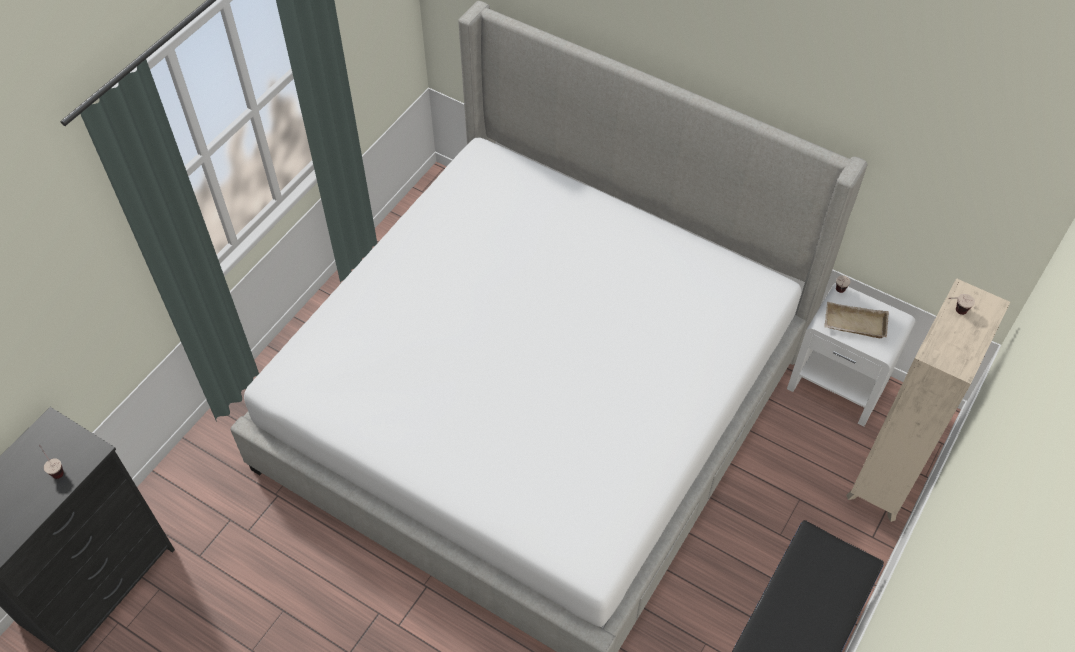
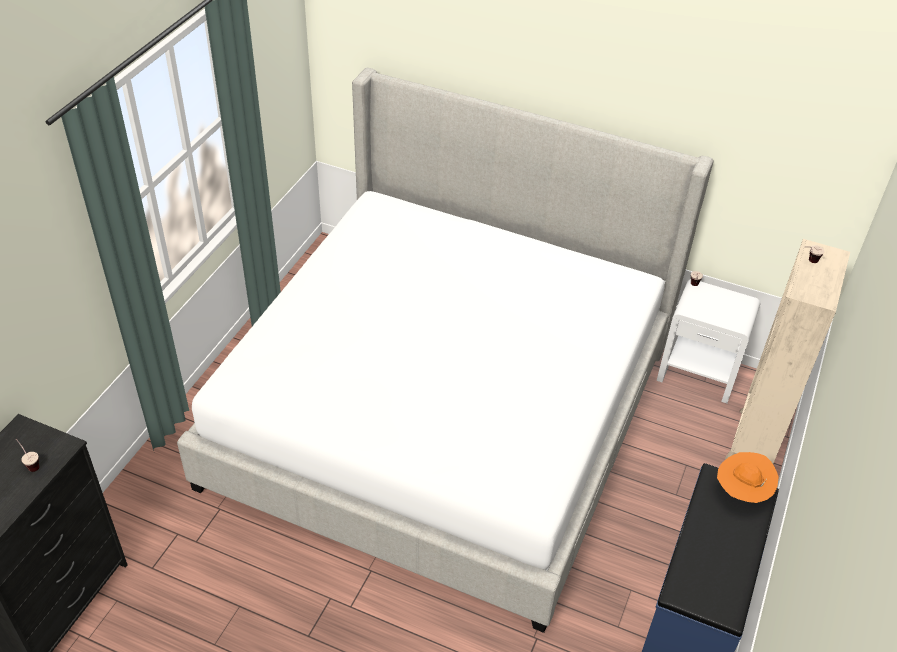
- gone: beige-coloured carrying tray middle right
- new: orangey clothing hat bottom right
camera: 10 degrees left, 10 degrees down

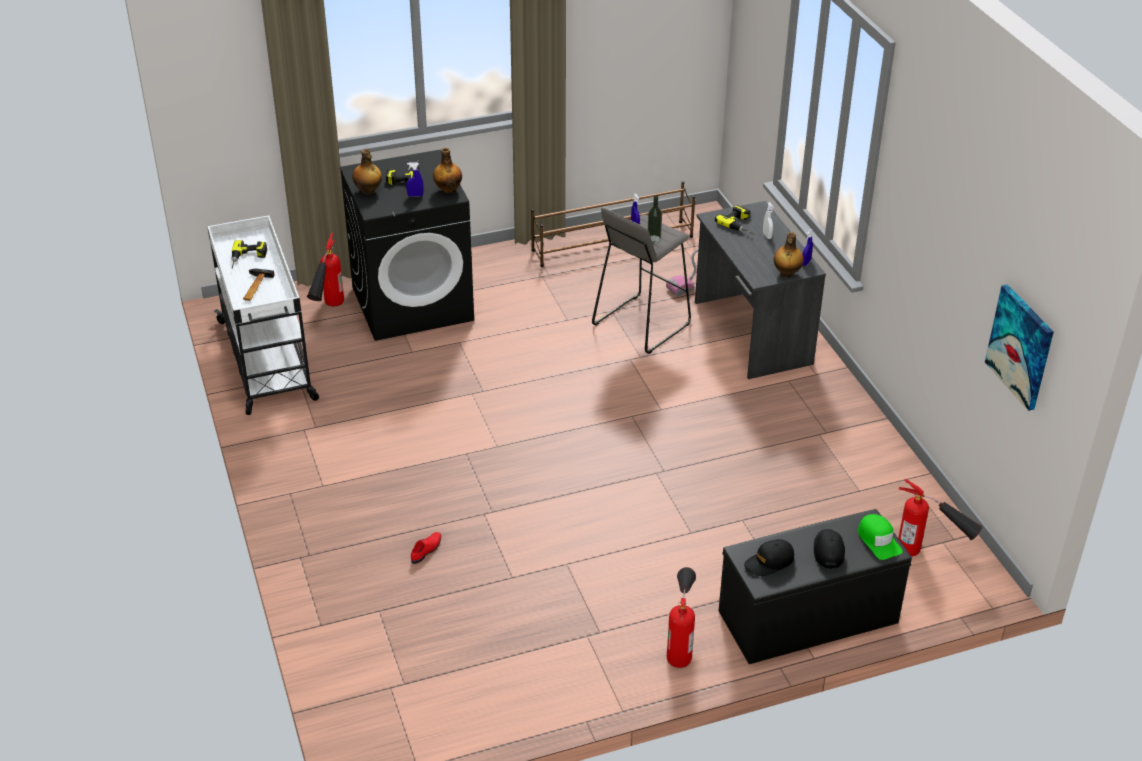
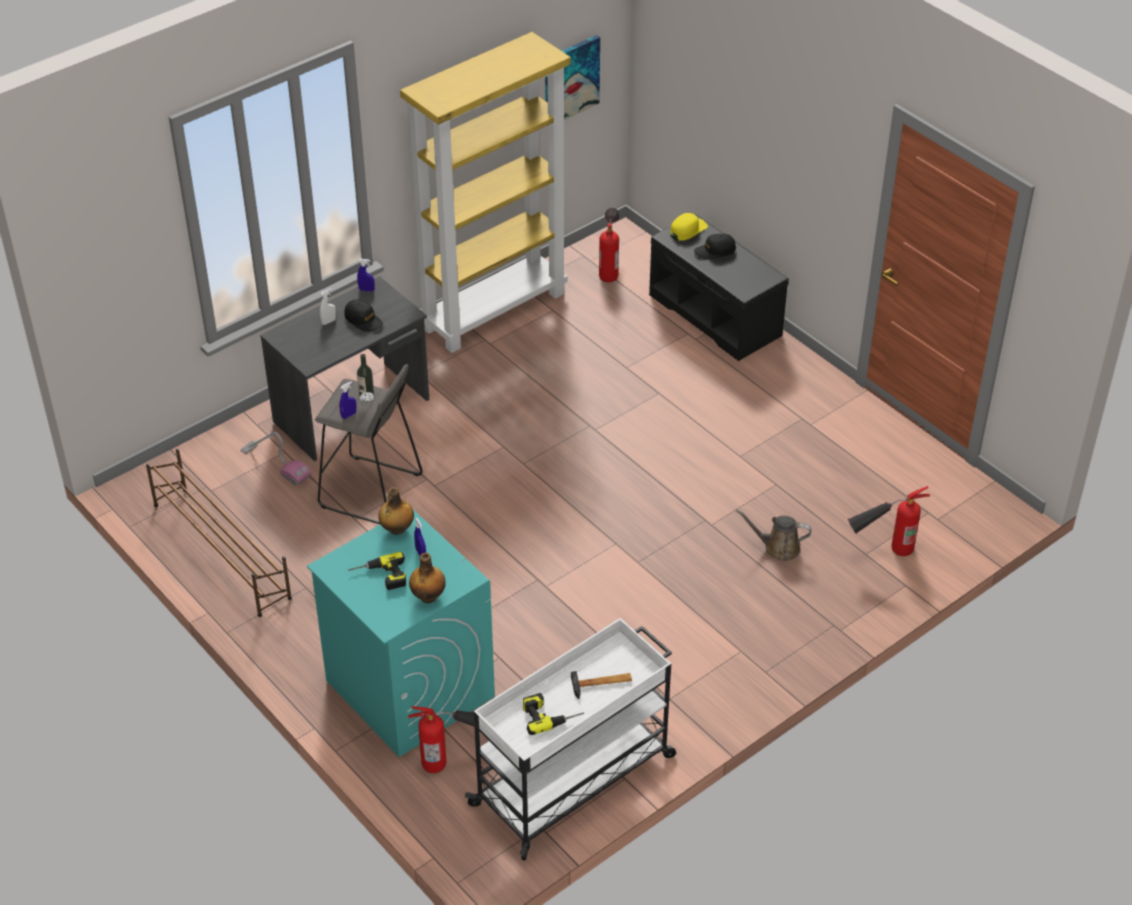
- repainted: blackish laundry appliance top centre to blue-green laundry appliance bottom centre
- gone: power drill (no. 3 from left) top centre
- gone: beverage bottle (no. 4 from left) middle right
- repainted: green-coloured peaked cap bottom right to yellow peaked cap top centre
- swapped: red low shoe bottom centre to brown-coloured watering pot middle right
- shifted: blackish peaked cap (no. 1 from left) bottom right to middle left
- shifted: fire extinguisher (no. 2 from left in the first image) bottom centre to fire extinguisher (no. 3 from left) middle right
- new: yellow bookshelf top centre
camera: 110 degrees left, 5 degrees up

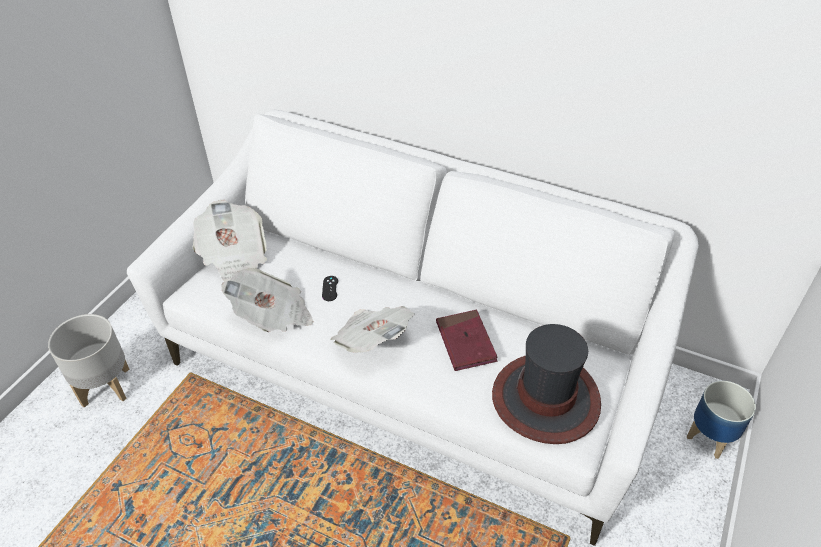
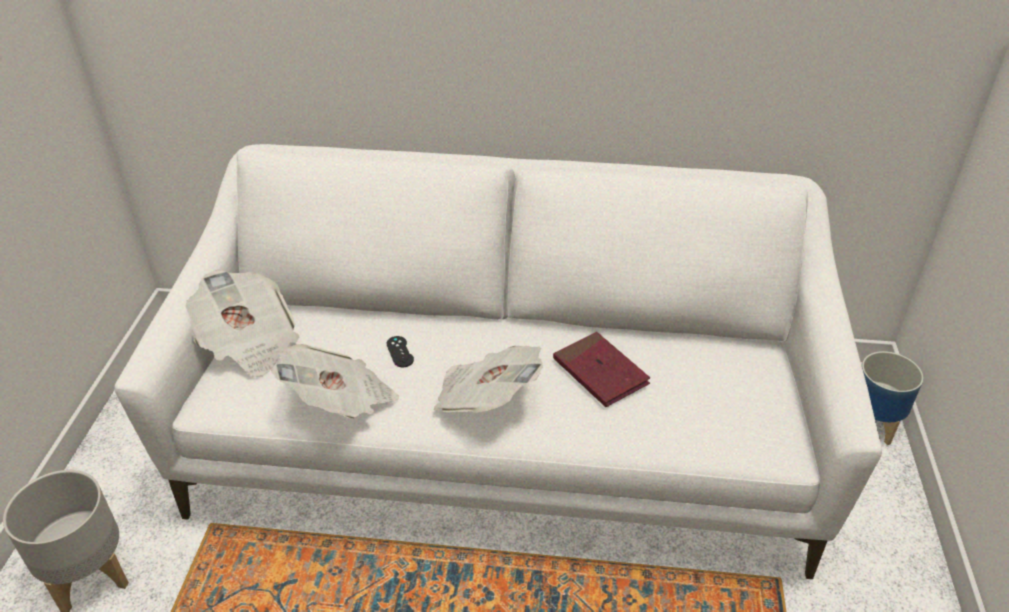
- gone: clothing hat bottom centre
camera: 20 degrees left, 5 degrees down

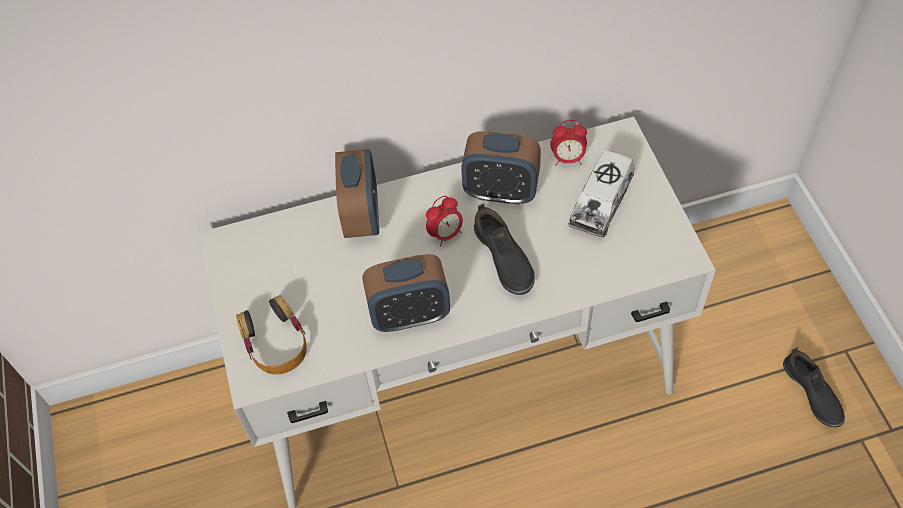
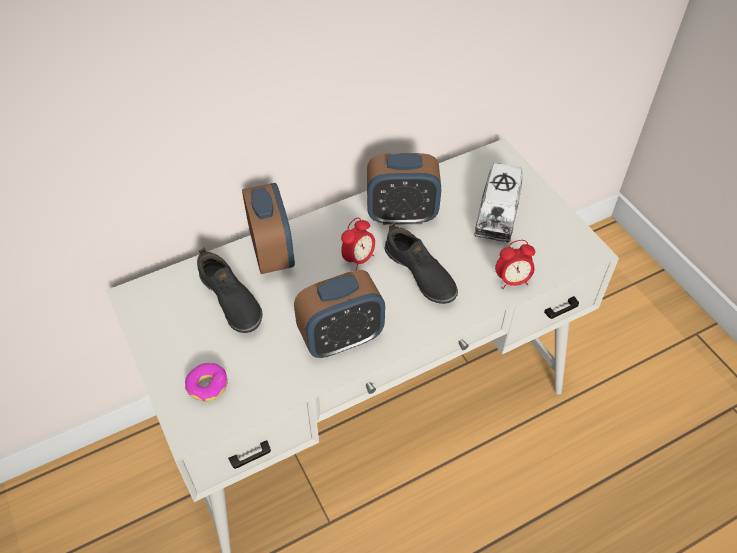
- shifted: bedside clock (no. 5 from left) top centre to middle right
- swapped: headset middle left to donut bottom left
- shifted: blackish low shoe (no. 2 from left in the first image) bottom right to blackish low shoe (no. 1 from left) middle left
camera: 15 degrees left, 5 degrees down

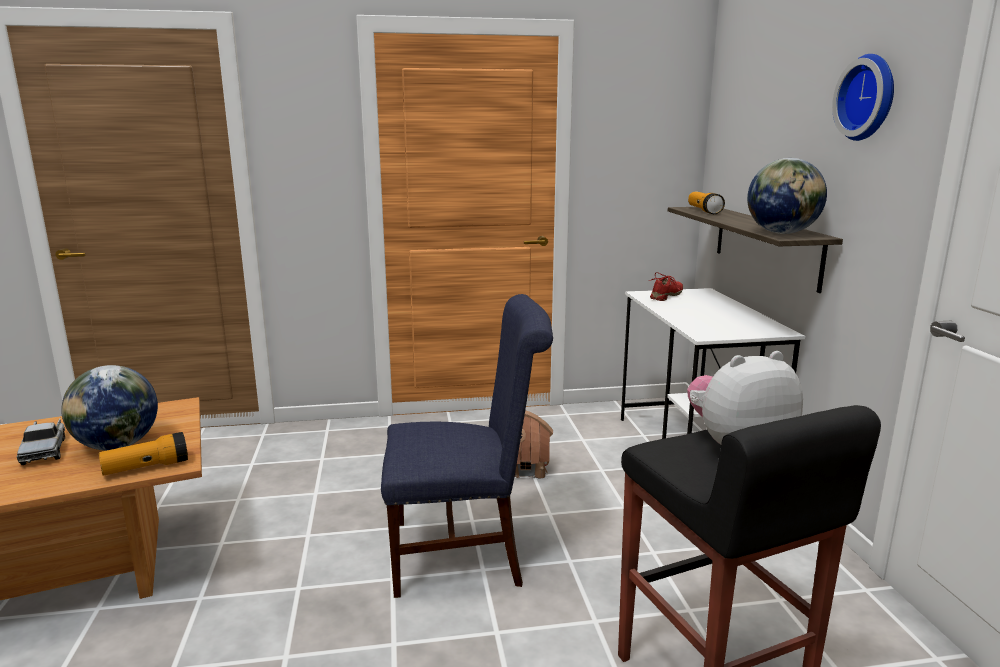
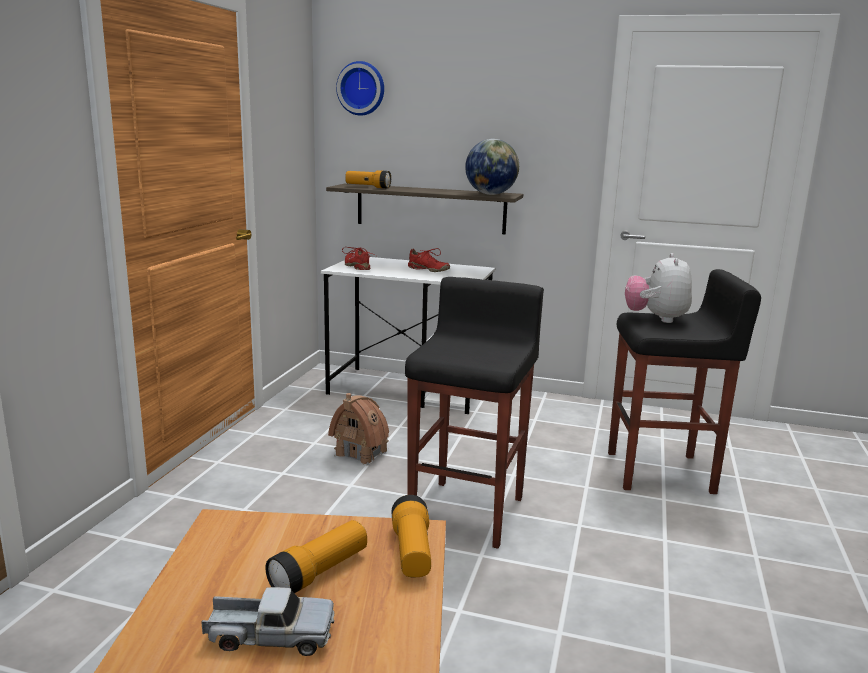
- shifted: hanging clock top right to top centre
- swapped: blue-coloured plain chair bottom centre to blackish sitting stool (no. 1 from left) centre
- swapped: desk globe (no. 1 from left) middle left to torch (no. 1 from left) bottom centre
- new: red low shoe (no. 2 from left) centre
camera: 65 degrees left, 0 degrees up

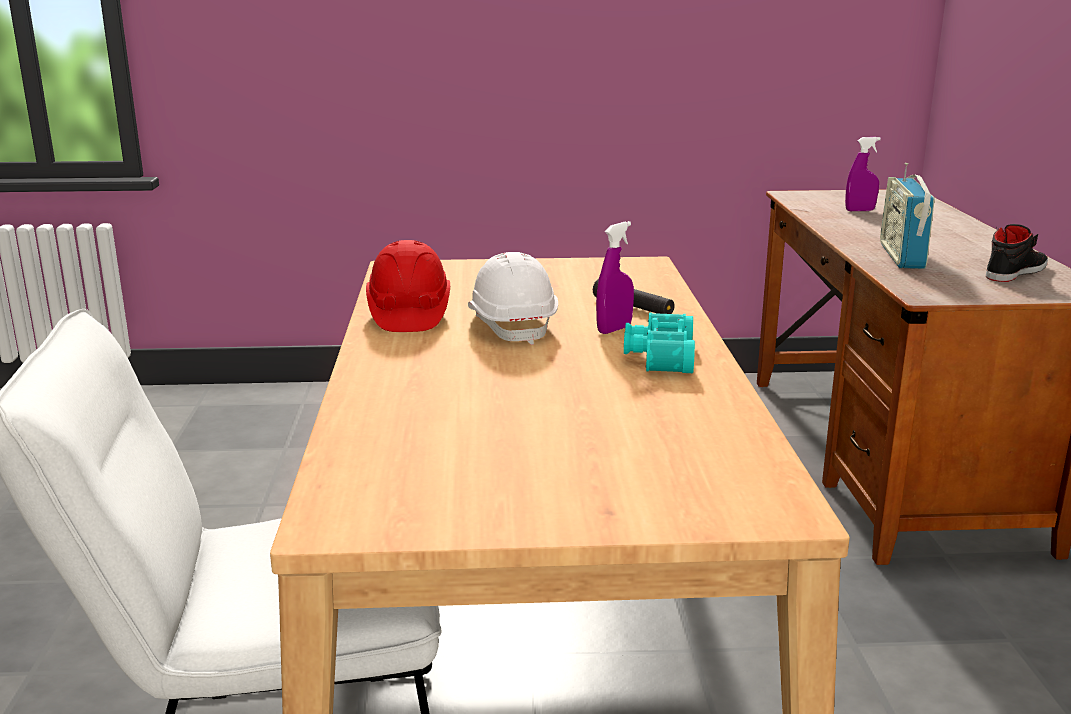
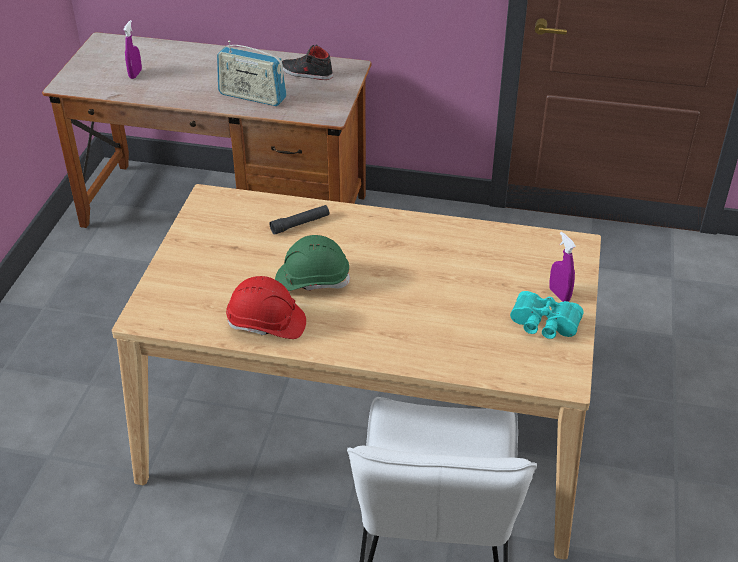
- shifted: purplish sprayer (no. 1 from left in the first image) centre to purplish sprayer (no. 2 from left) middle right
- rotated: blackish low shoe middle right = top centre 45 degrees counterclockwise
- repainted: white safety helmet centre to green-coloured safety helmet centre
- shifted: blue-green field glasses centre to middle right
camera: 75 degrees left, 20 degrees up

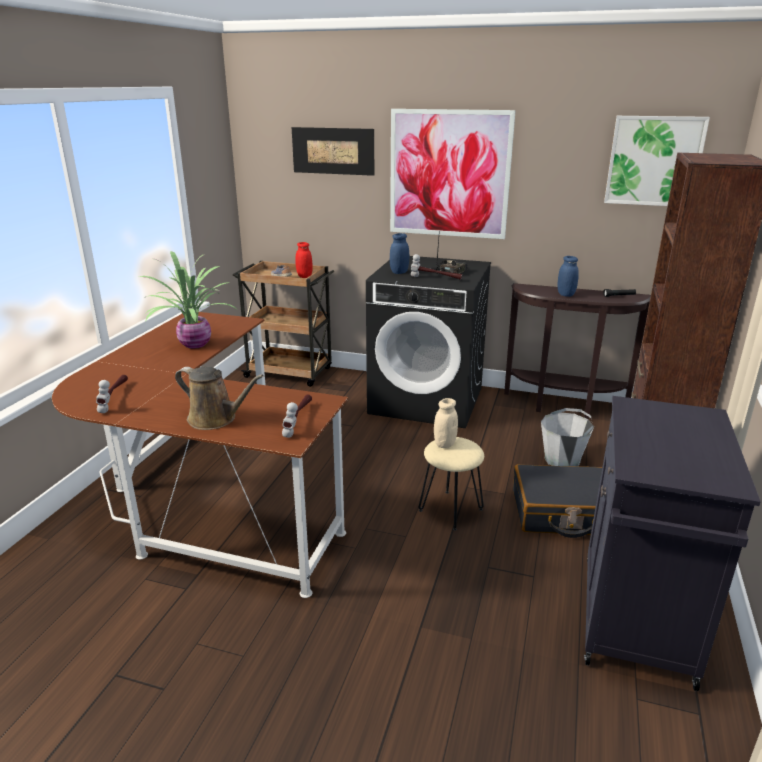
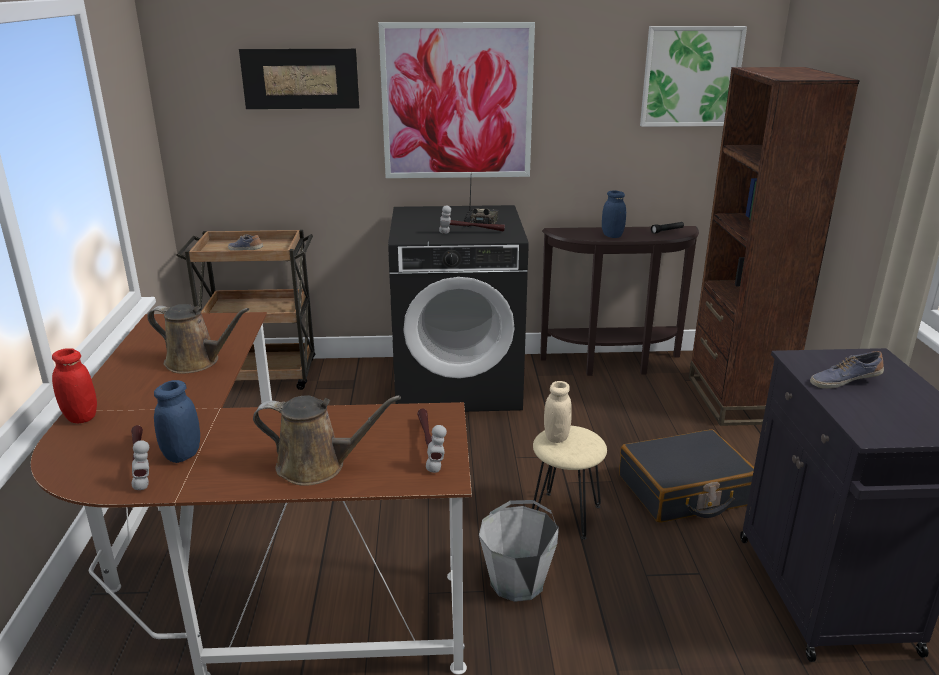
- shifted: blue-coloured jar (no. 1 from left) top centre to middle left
- shifted: red jar centre to middle left
- swapped: plant in a pot middle left to brown-coloured watering pot (no. 1 from left) middle left
- shifted: greyish bucket middle right to bottom centre
- new: low shoe (no. 2 from left) middle right
camera: 20 degrees left, 0 degrees up

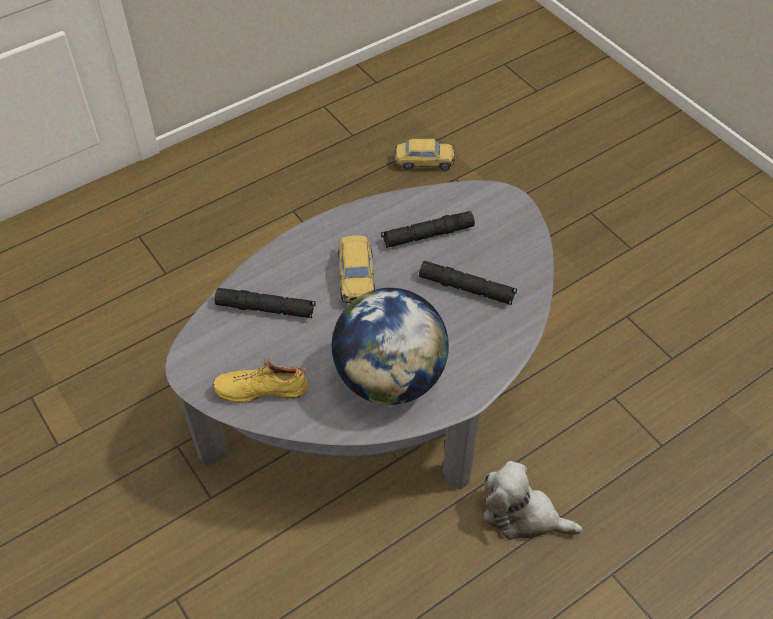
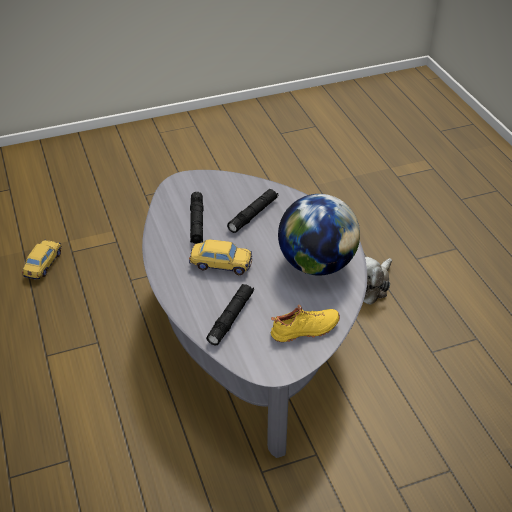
- rotated: yellow low shoe centre = centre 120 degrees counterclockwise
camera: 75 degrees left, 10 degrees down

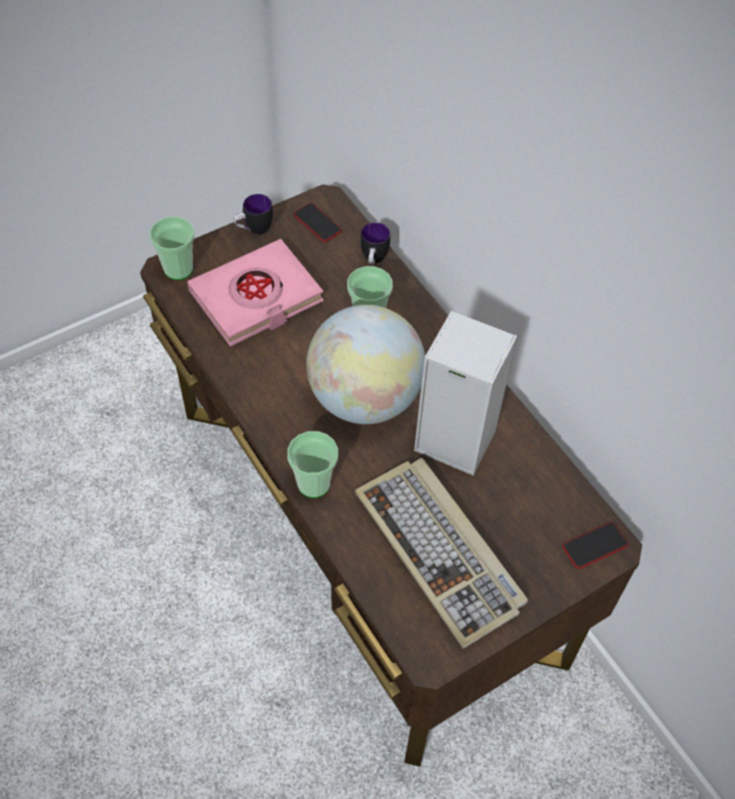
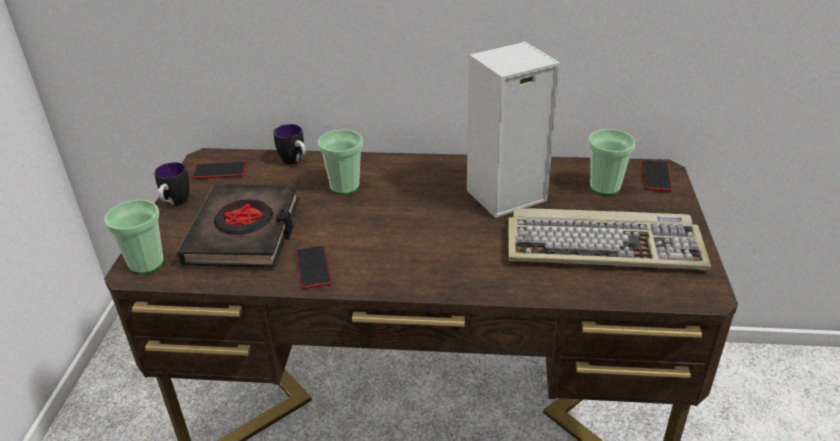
- repainted: pink bound book centre to blackish bound book middle left
- gone: desk globe centre
- shifted: small cup (no. 2 from left in the first image) centre to small cup (no. 3 from left) middle right
- new: telephone (no. 2 from left) centre
camera: 50 degrees left, 20 degrees down

